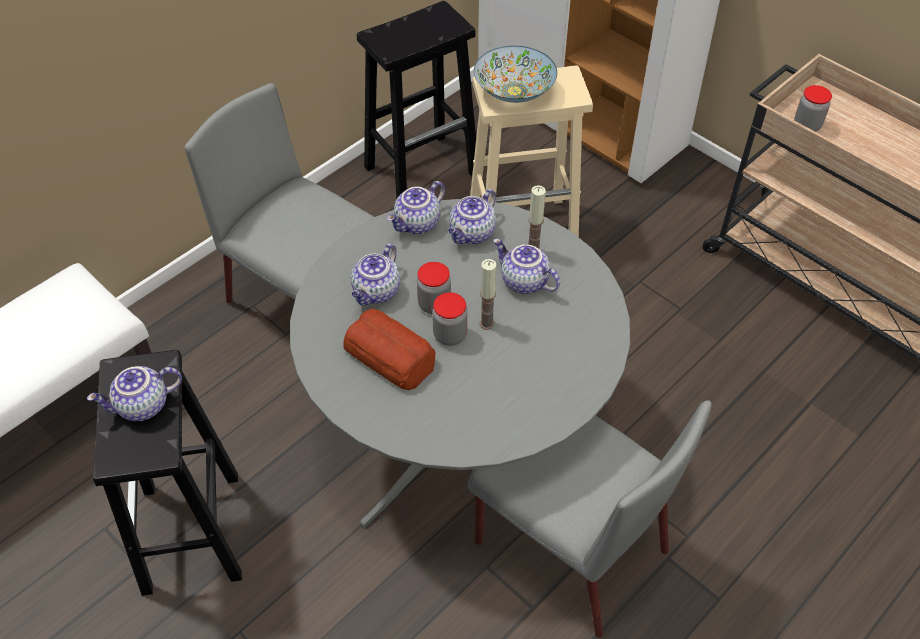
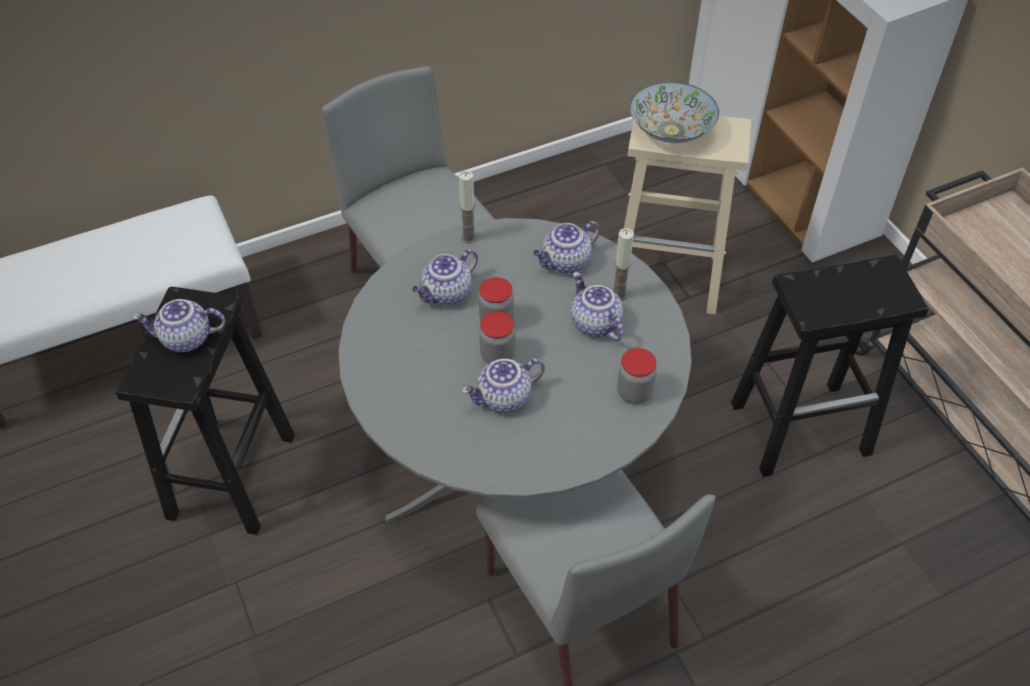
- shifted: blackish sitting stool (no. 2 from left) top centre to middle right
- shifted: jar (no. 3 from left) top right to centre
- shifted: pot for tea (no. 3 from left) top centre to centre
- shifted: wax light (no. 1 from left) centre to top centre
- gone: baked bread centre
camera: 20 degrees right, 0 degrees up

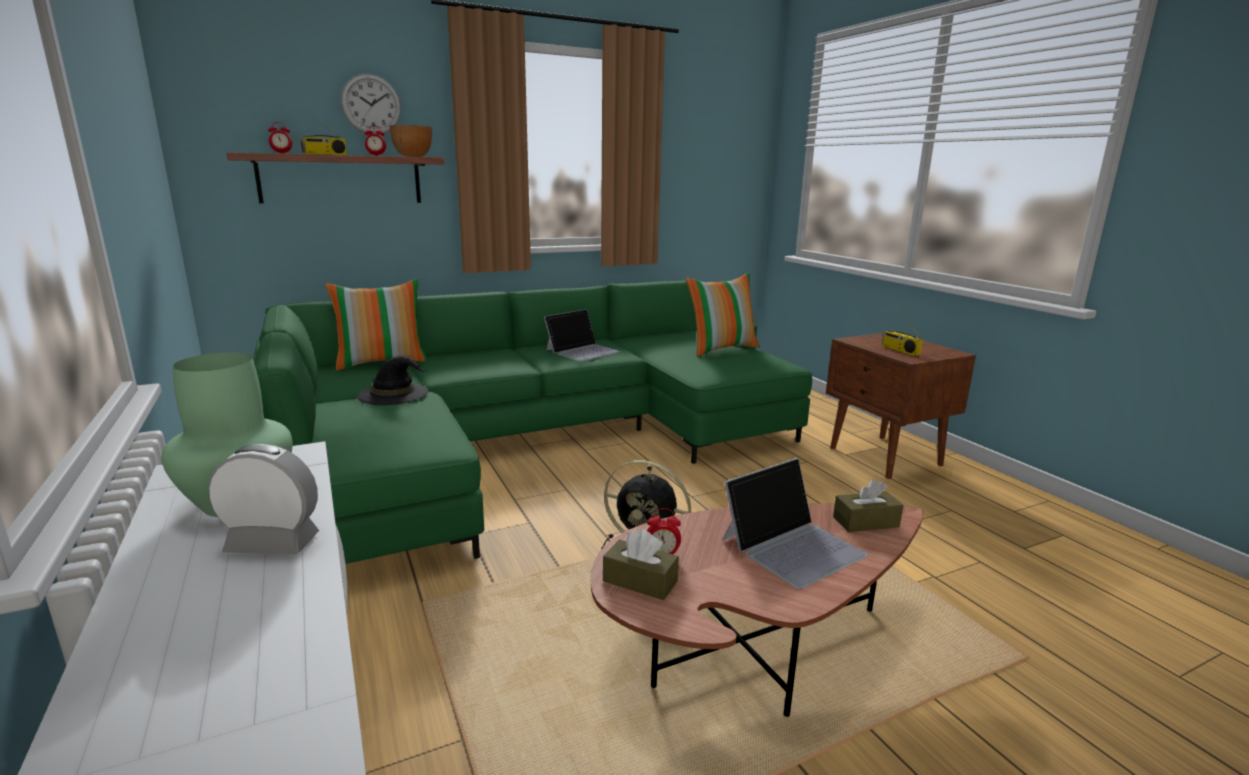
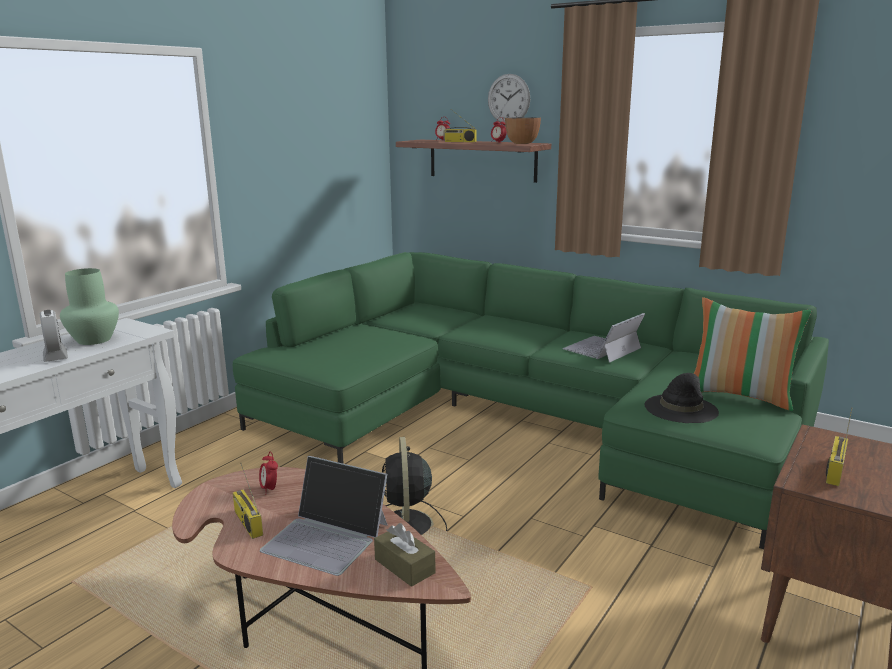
- gone: throw pillow (no. 1 from left) middle left
- rotated: notebook computer (no. 1 from left in the first image) centre = middle right 120 degrees clockwise
- shifted: blackish clothing hat middle left to middle right
- gone: brown-coloured tissue box (no. 1 from left) bottom centre
- new: radio (no. 1 from left) bottom left
camera: 60 degrees right, 0 degrees up

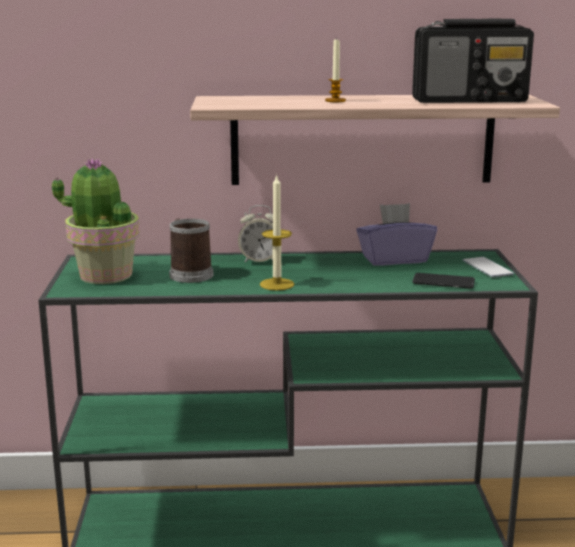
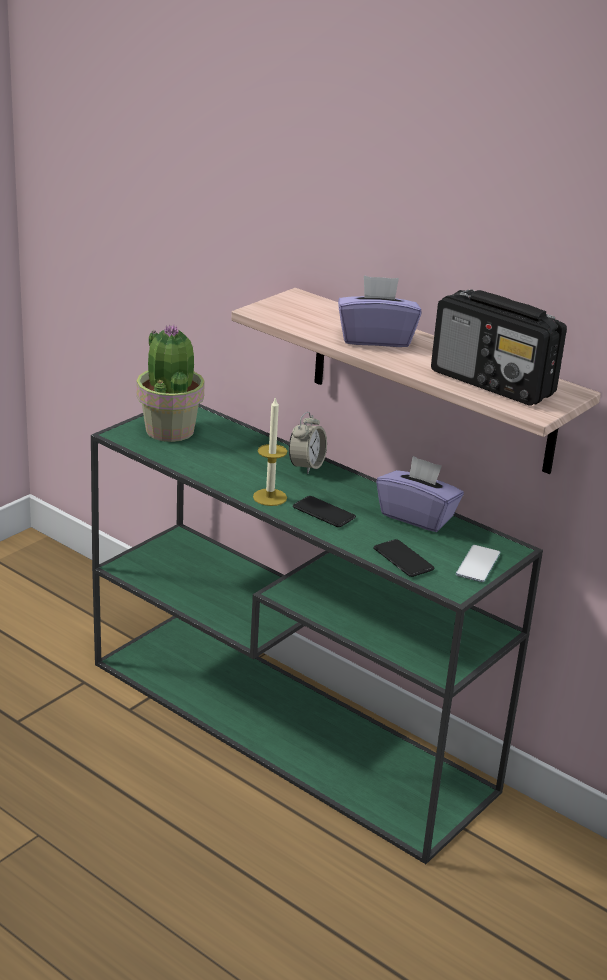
- swapped: wax light (no. 2 from left) top centre to purplish tissue box (no. 1 from left) top centre
- rotated: bedside clock centre = centre 105 degrees counterclockwise
- gone: tea mug middle left
- new: telephone (no. 1 from left) centre
camera: 40 degrees right, 10 degrees up

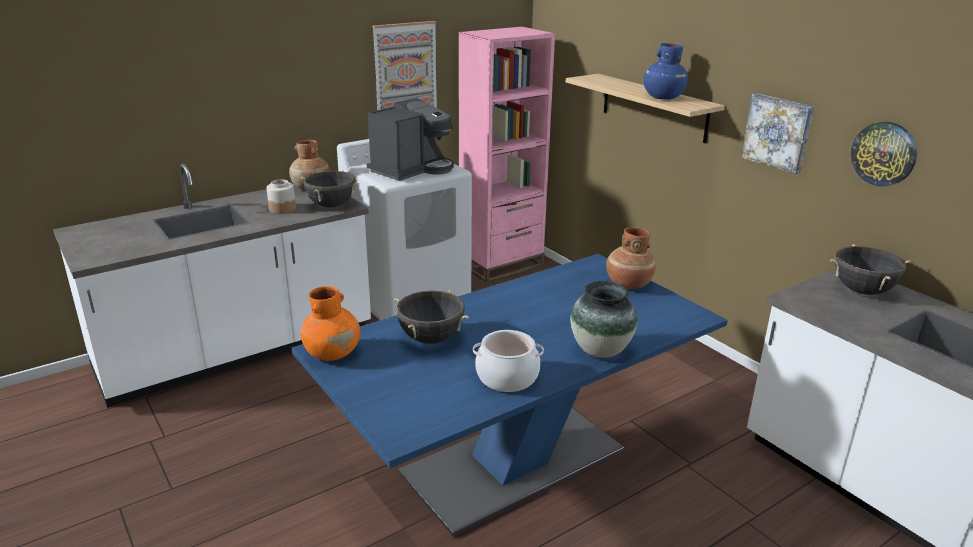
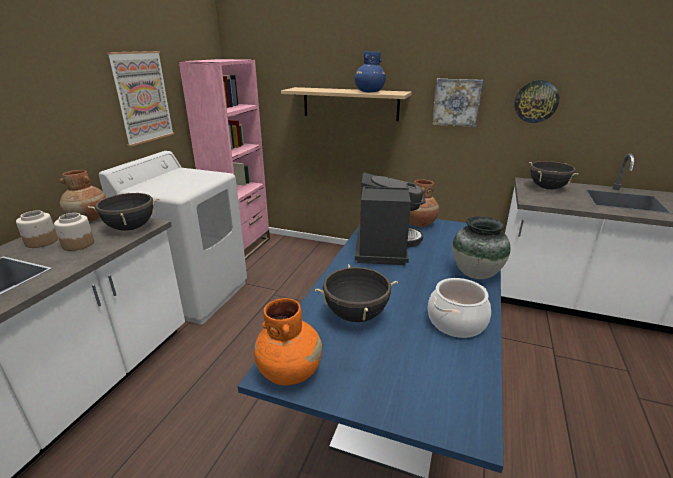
- shifted: coffee brewer top centre to centre
- new: jar (no. 1 from left) middle left
camera: 35 degrees left, 0 degrees up

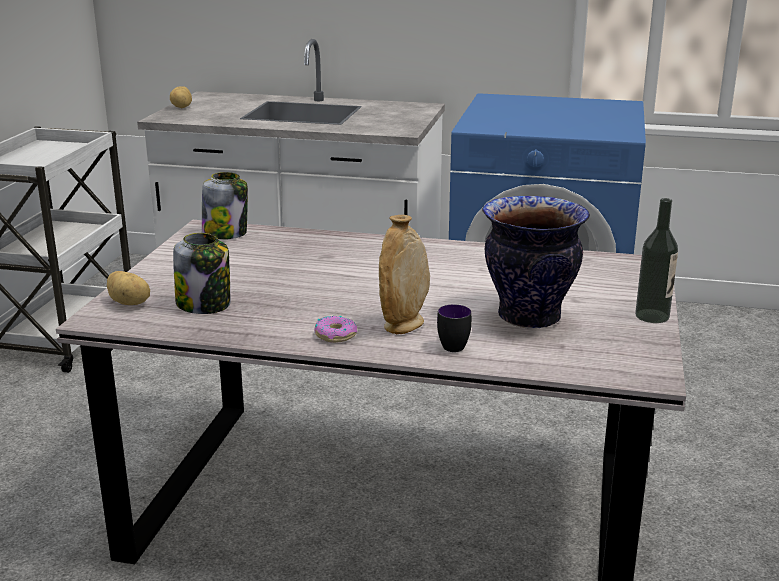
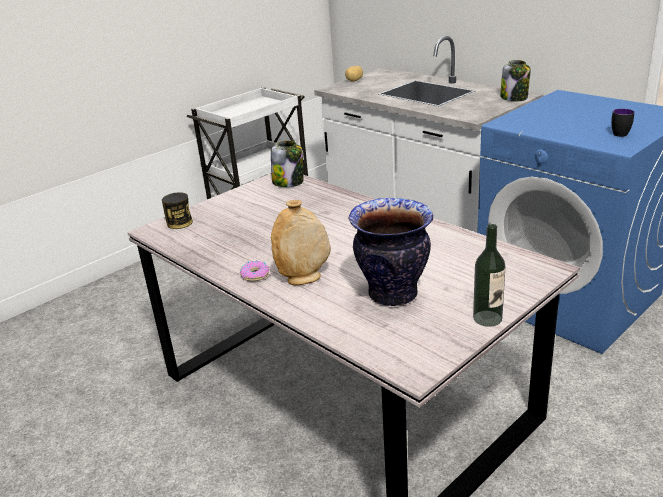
- shifted: jar (no. 1 from left in the first image) middle left to jar (no. 2 from left) top right
- swapped: whole potato (no. 1 from left) middle left to can middle left
- shifted: tea mug centre to top right
camera: 35 degrees right, 5 degrees up

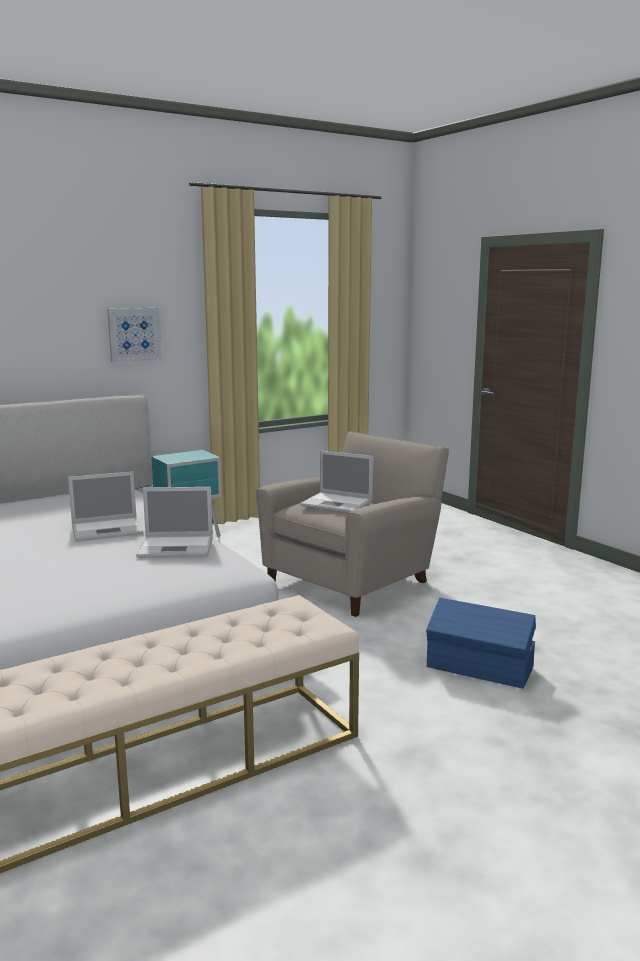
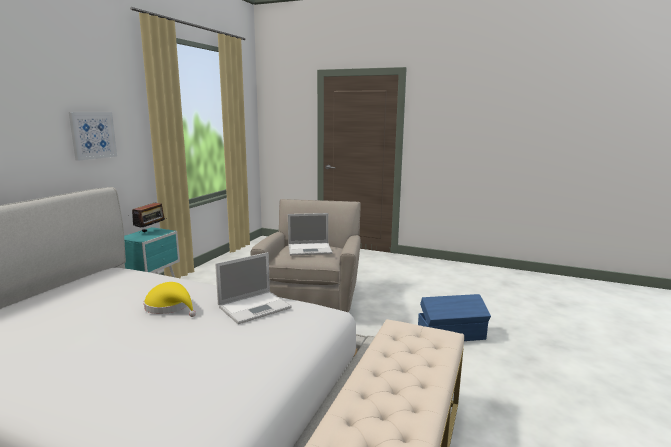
- swapped: notebook computer (no. 1 from left) middle left to yellow clothing hat bottom left
- new: radio middle left
camera: 35 degrees left, 0 degrees up

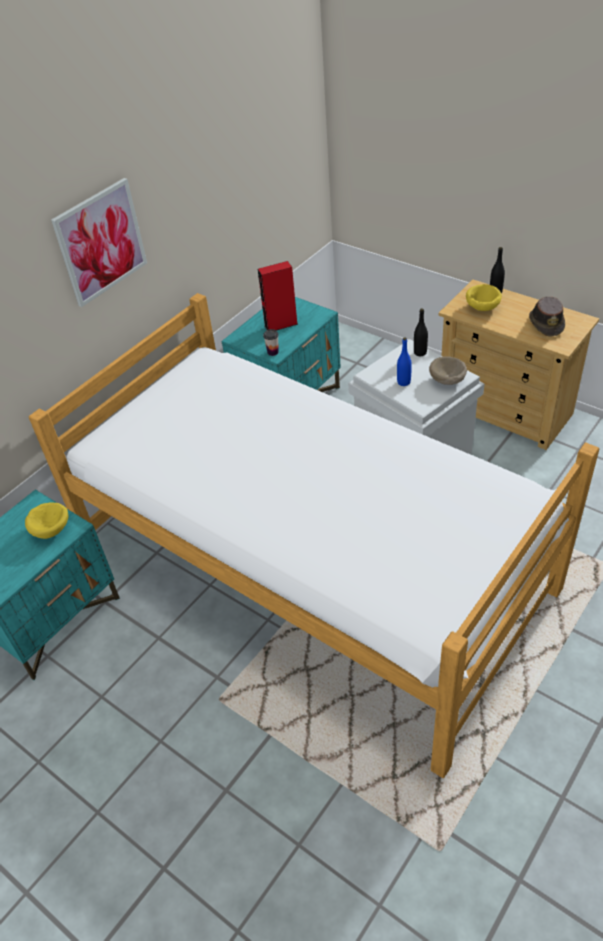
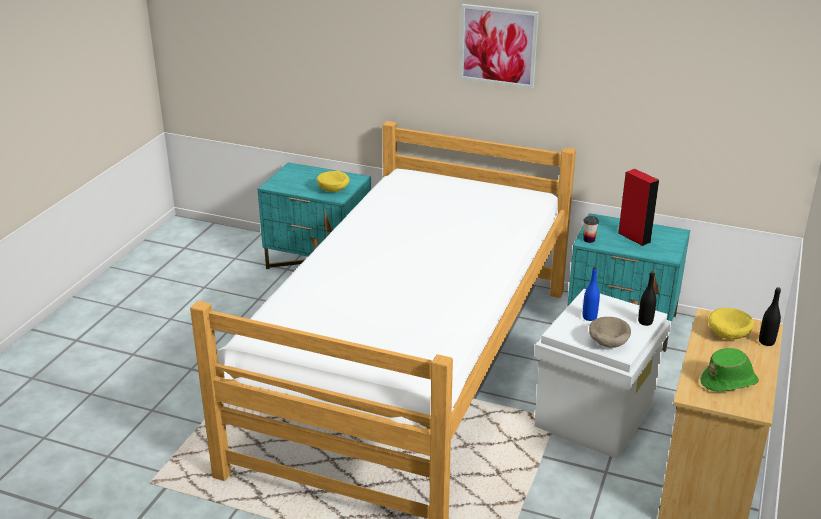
- repainted: brown-coloured clothing hat middle right to green-coloured clothing hat bottom right
camera: 70 degrees right, 15 degrees down

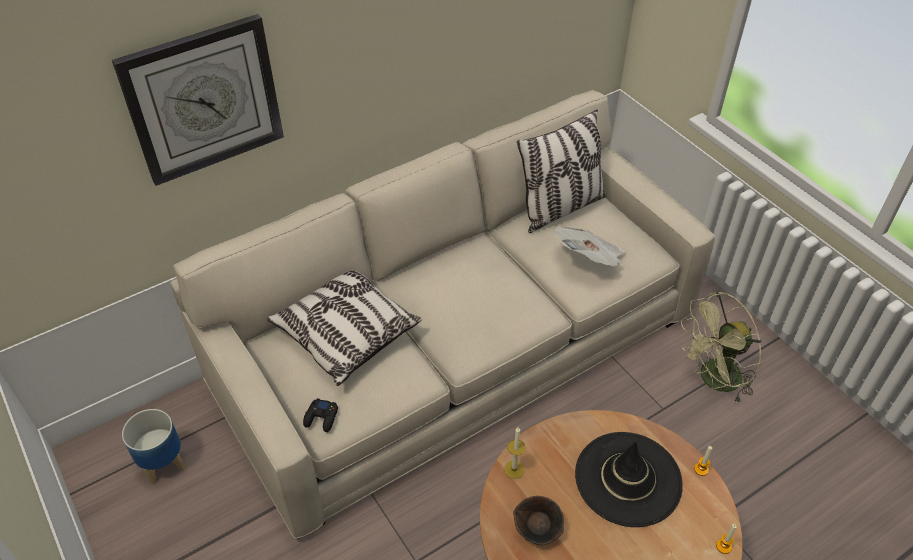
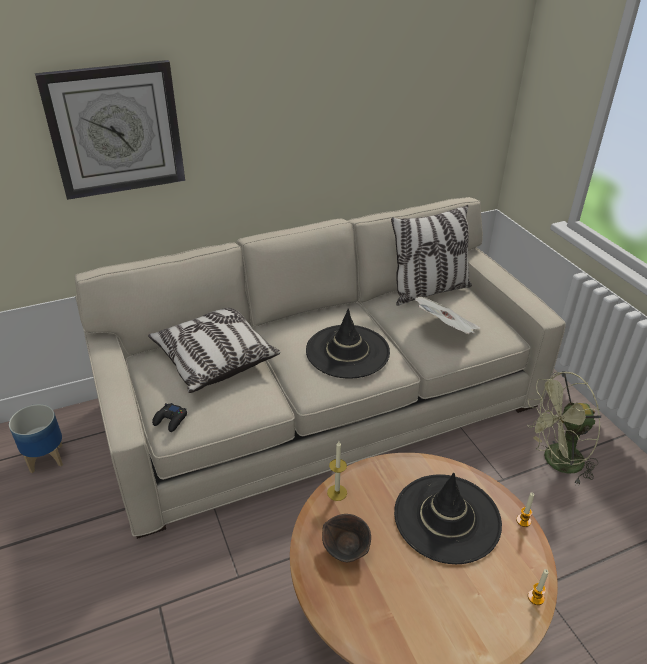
- new: blackish clothing hat (no. 1 from left) centre
camera: 10 degrees right, 10 degrees down

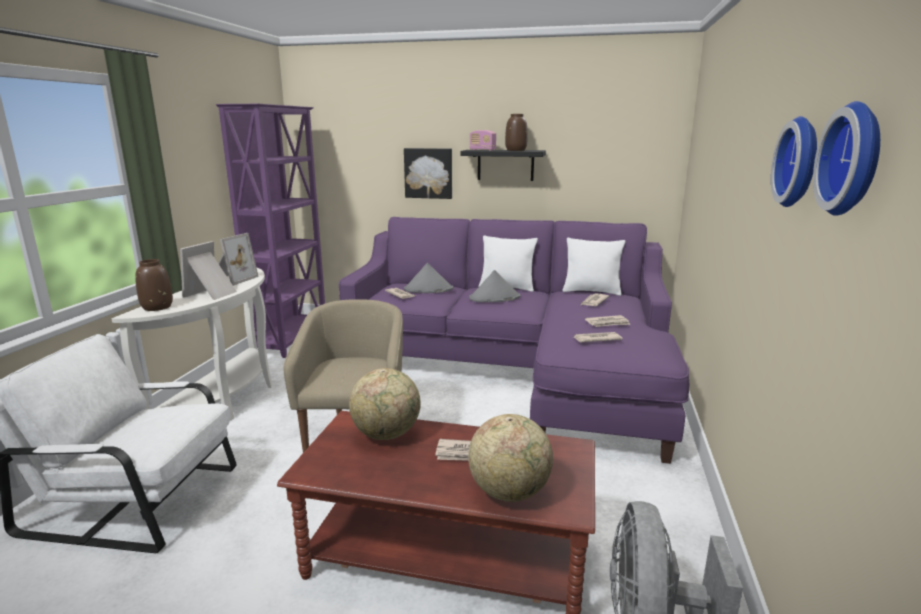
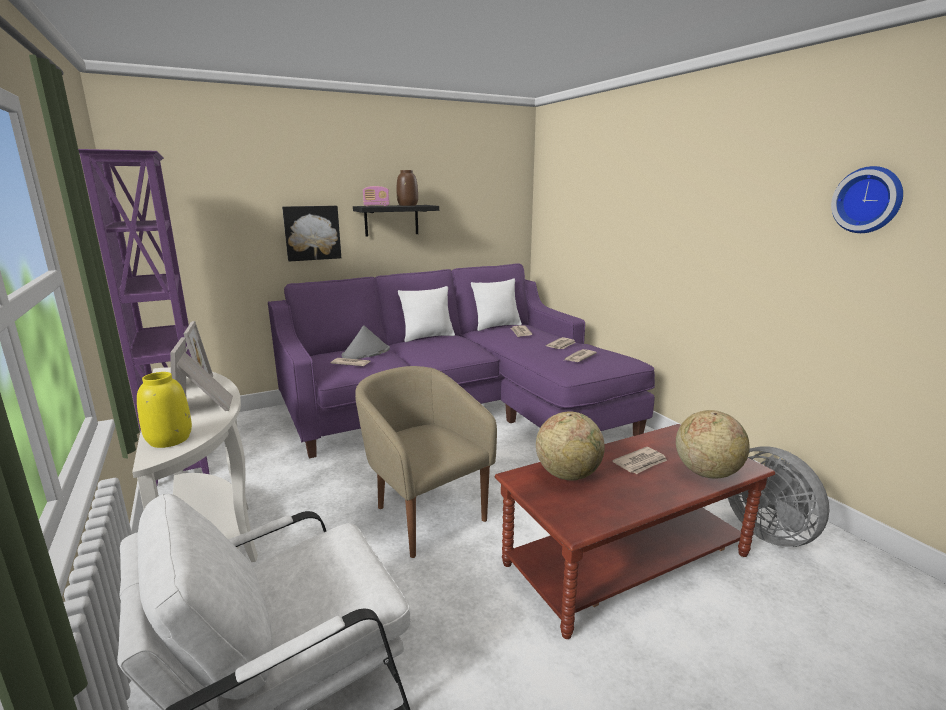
- gone: hanging clock (no. 1 from left) top right
- repainted: brown-coloured vase (no. 1 from left) middle left to yellow vase middle left
- gone: greyish clothing hat (no. 2 from left) centre
camera: 40 degrees left, 0 degrees up

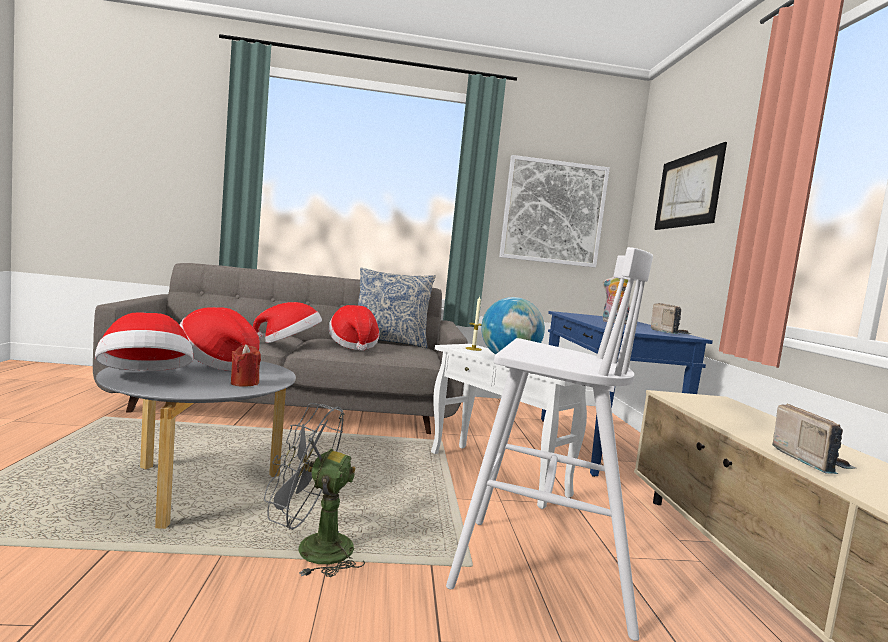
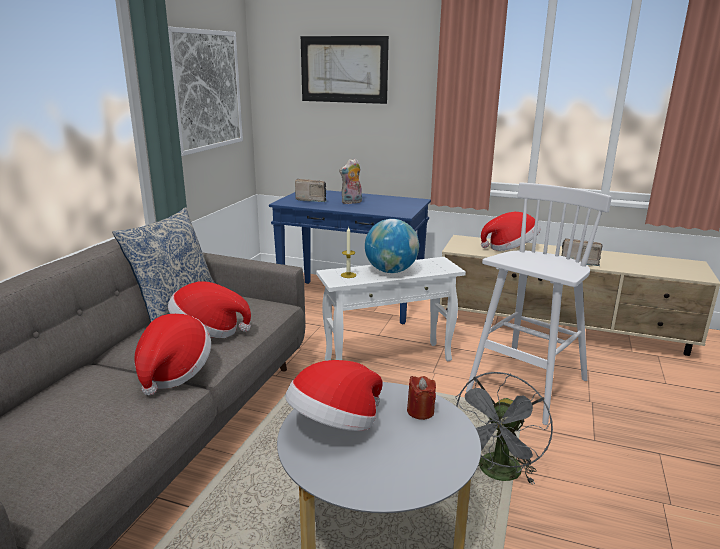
- shifted: radio (no. 1 from left) middle right to centre
- shifted: clothing hat (no. 1 from left in the first image) middle left to clothing hat (no. 4 from left) middle right
camera: 65 degrees left, 15 degrees up

